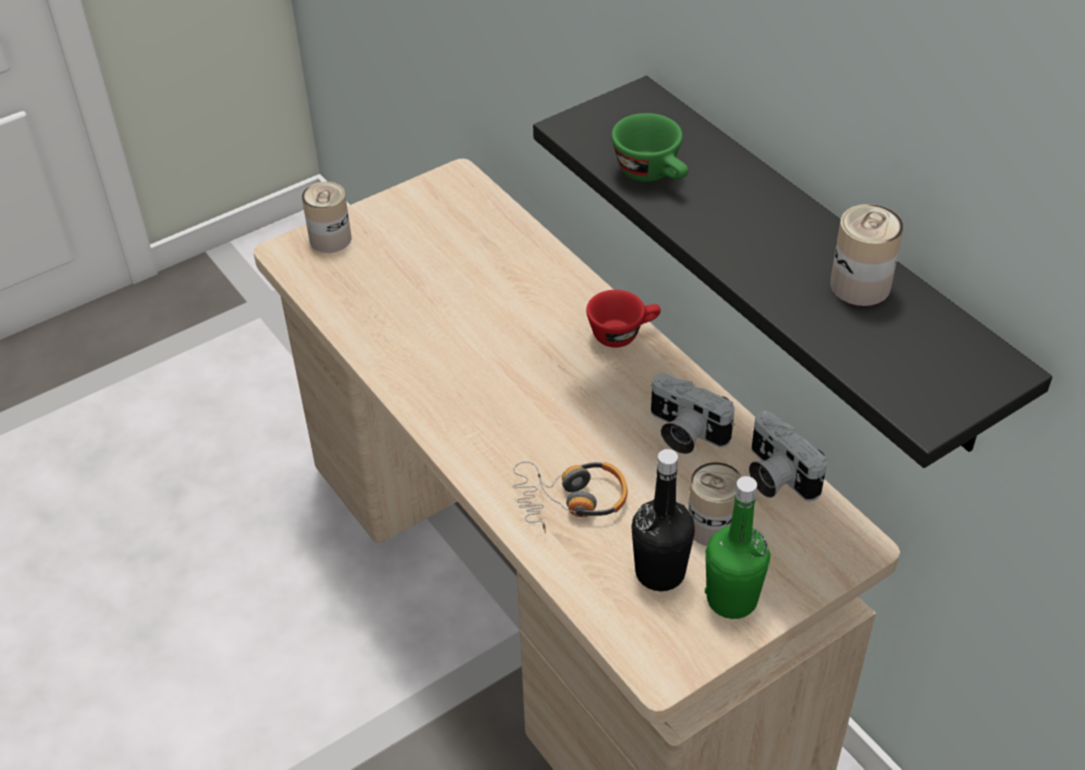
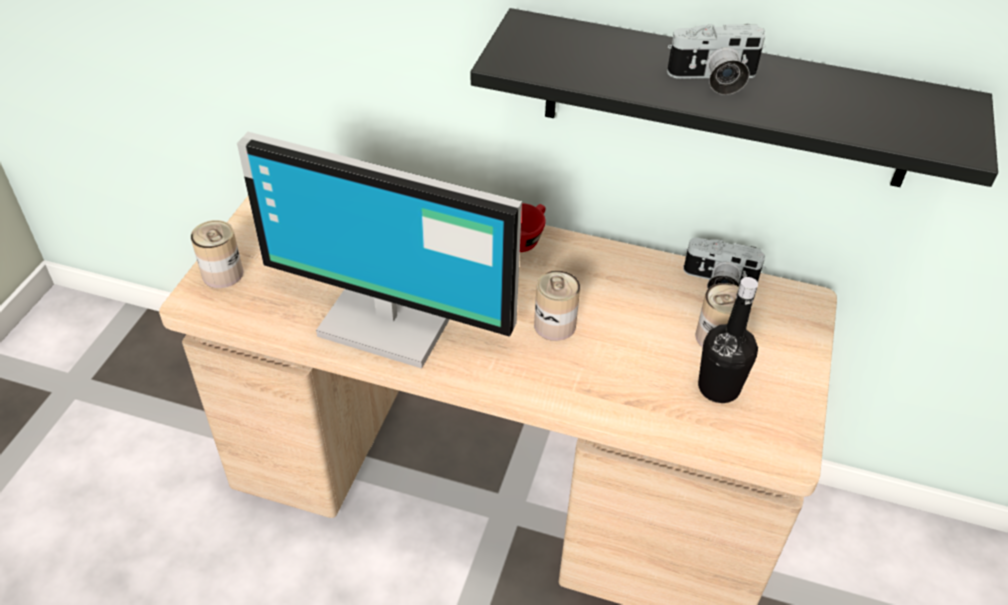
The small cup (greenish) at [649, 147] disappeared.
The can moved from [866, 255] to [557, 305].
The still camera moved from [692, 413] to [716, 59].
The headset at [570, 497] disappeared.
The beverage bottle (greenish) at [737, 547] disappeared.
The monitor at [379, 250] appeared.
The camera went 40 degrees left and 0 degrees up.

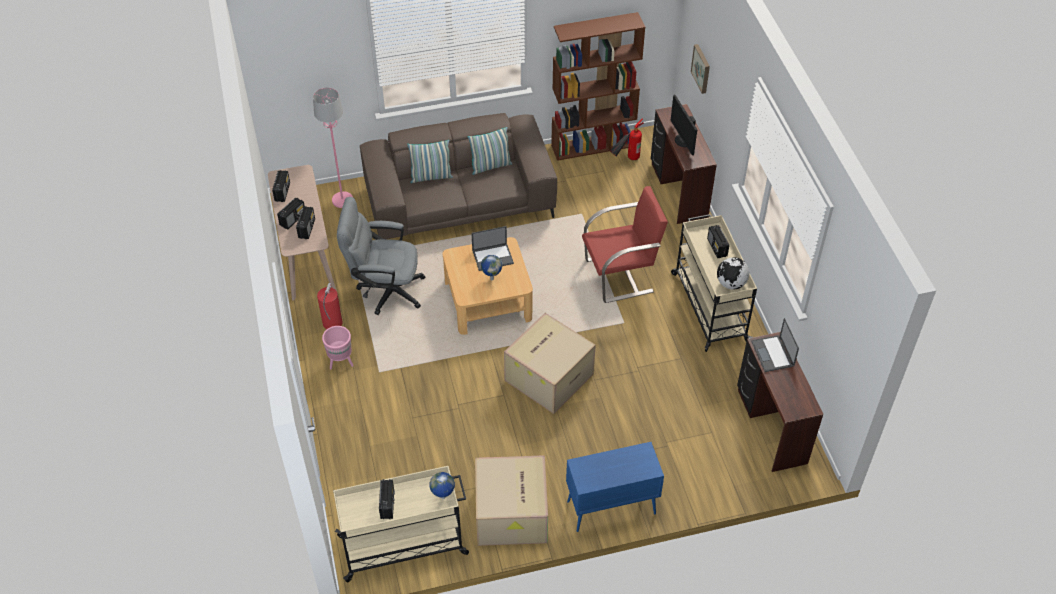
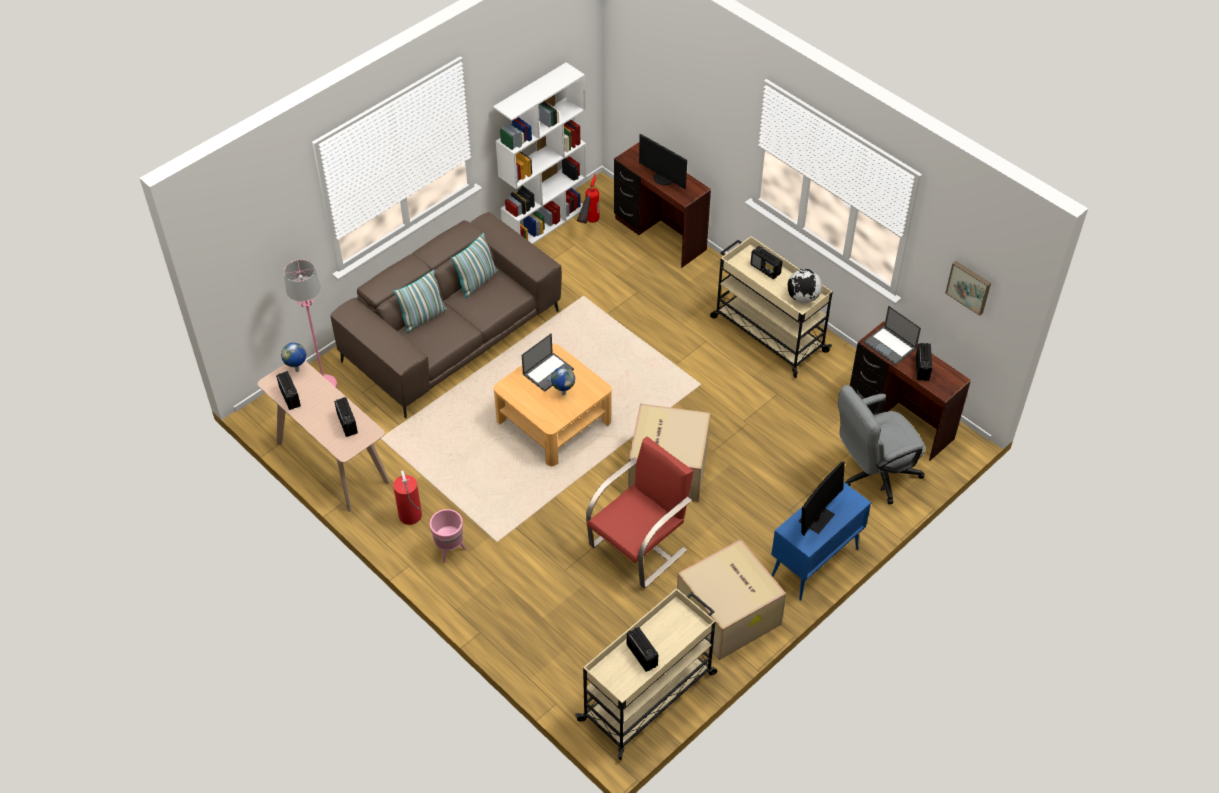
The bookshelf (brown) at [598, 86] became the bookshelf (whitish) at [539, 153].
The wall art moved from [700, 69] to [968, 288].
The easy chair (red-coloured) moved from [625, 244] to [640, 512].
The office chair (grey) moved from [381, 256] to [882, 444].
The radio receiver moved from [291, 213] to [924, 362].
The world globe moved from [442, 485] to [293, 357].
The monitor at [821, 498] appeared.
The camera went 30 degrees left and 0 degrees up.

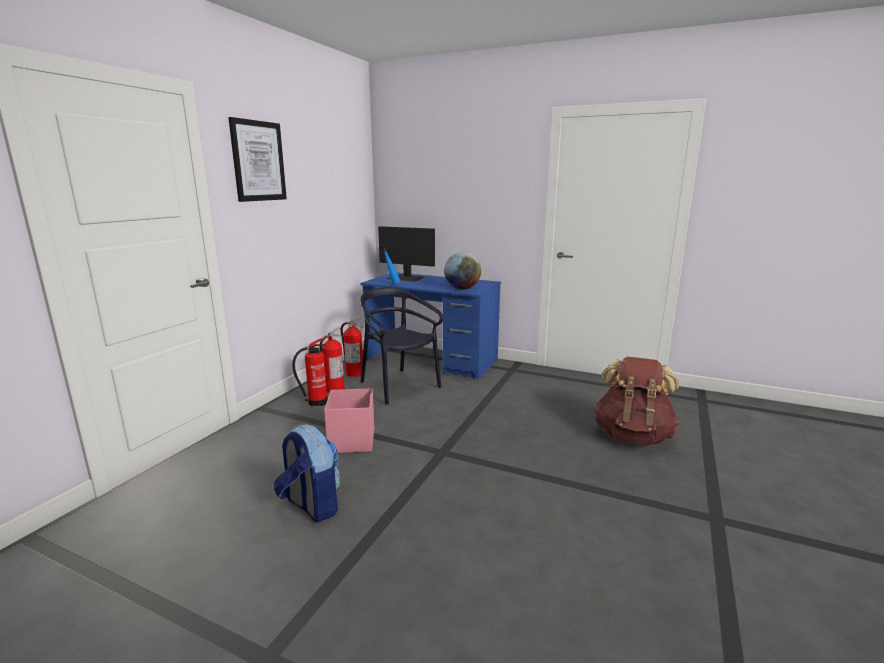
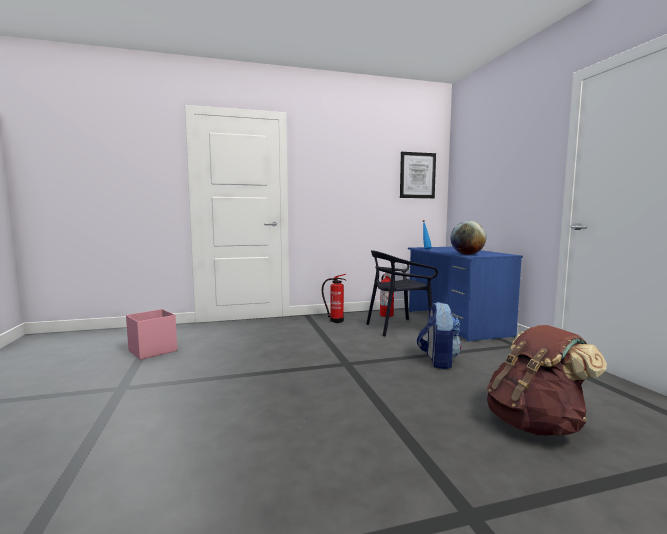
The wall art moved from [257, 159] to [418, 175].
The monitor at [406, 254] disappeared.
The chair (black) at [401, 346] turned 120 degrees counterclockwise.
The fire-fighting cylinder at [332, 360] disappeared.
The storage container (pink) moved from [349, 420] to [151, 334].
The rucksack moved from [307, 473] to [439, 335].
The camera went 50 degrees right and 10 degrees down.

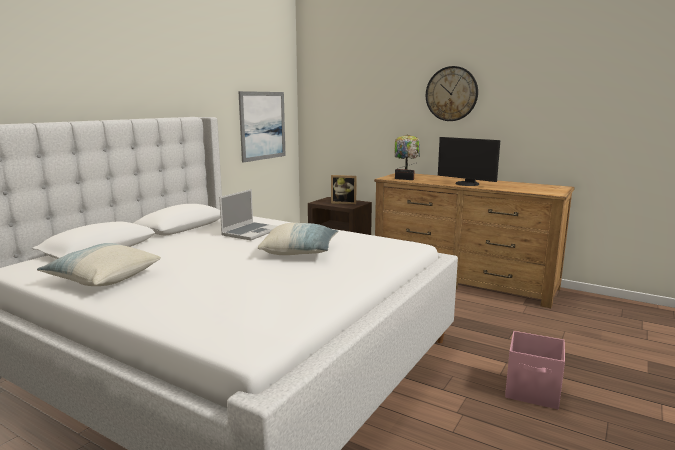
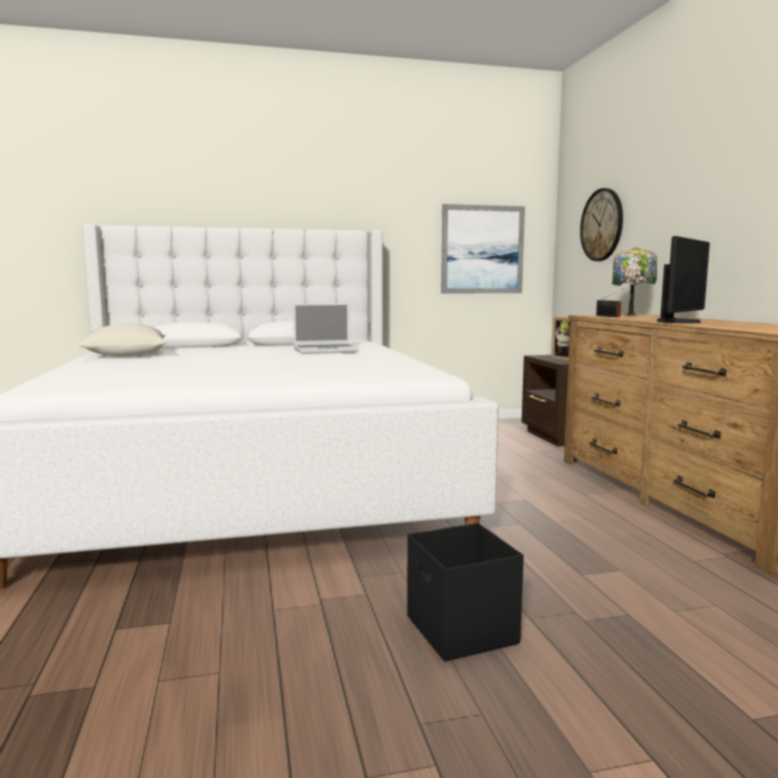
The wall clock moved from [452, 93] to [601, 224].
The monitor at [469, 161] turned 135 degrees counterclockwise.
The cushion at [298, 239] disappeared.
The storage container (pink) at [535, 370] became the storage container (black) at [465, 592].
The camera went 45 degrees right and 5 degrees down.

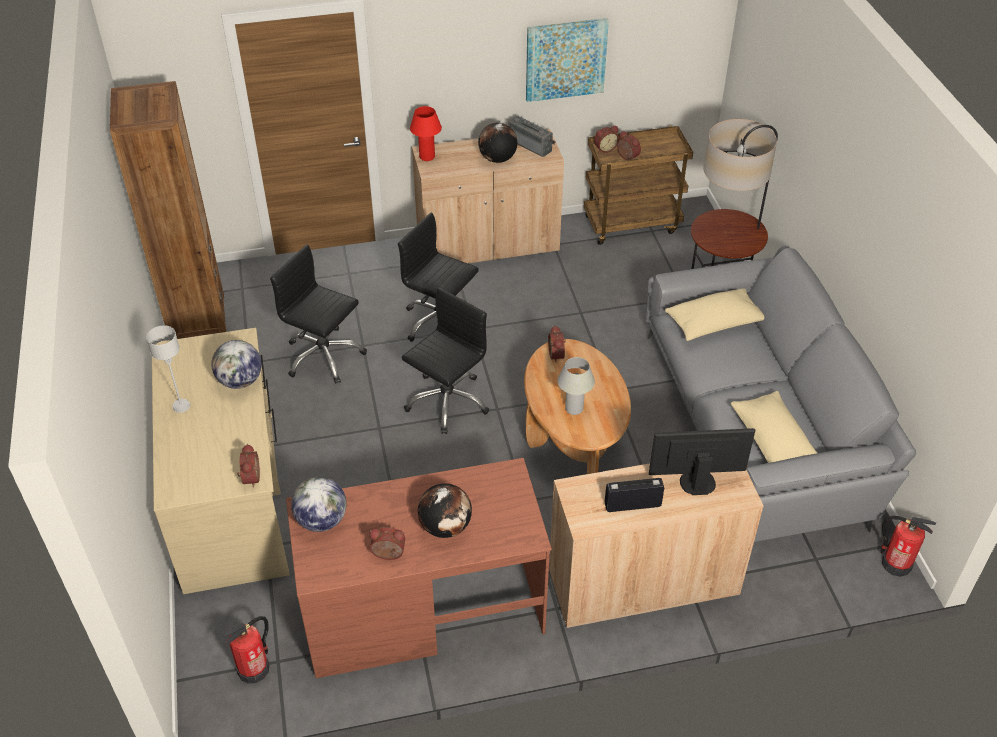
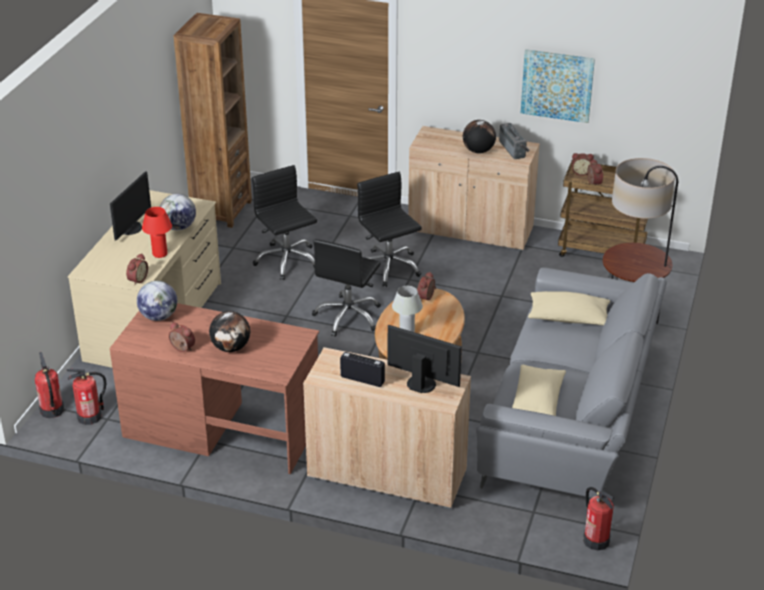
The table lamp (red-coloured) moved from [426, 133] to [157, 232].
The office chair (black) at [445, 360] turned 135 degrees clockwise.
The table lamp (grey) at [168, 369] was replaced by the monitor at [130, 206].
The fire-fighting cylinder at [49, 385] appeared.
The camera went 30 degrees right and 10 degrees down.

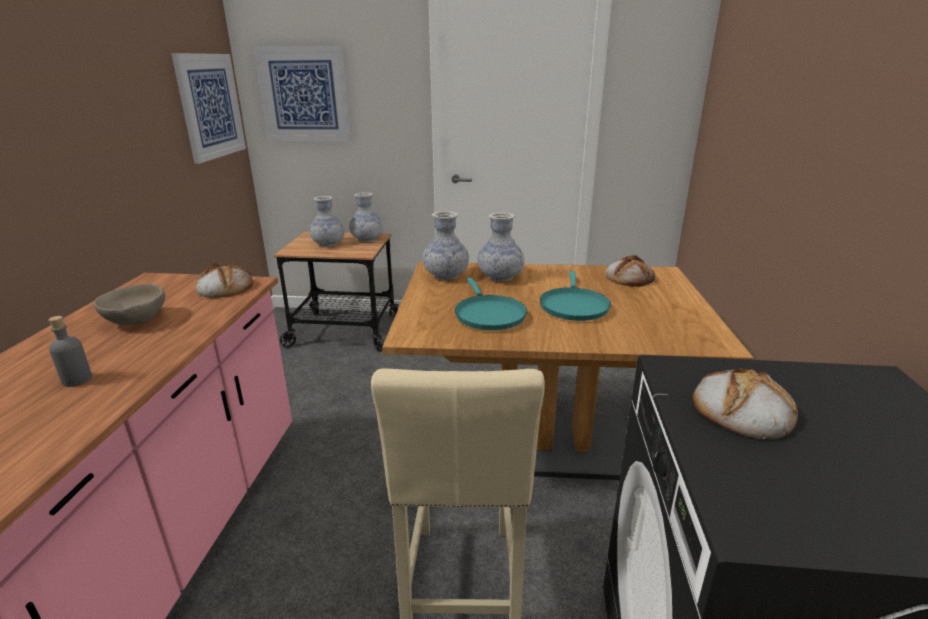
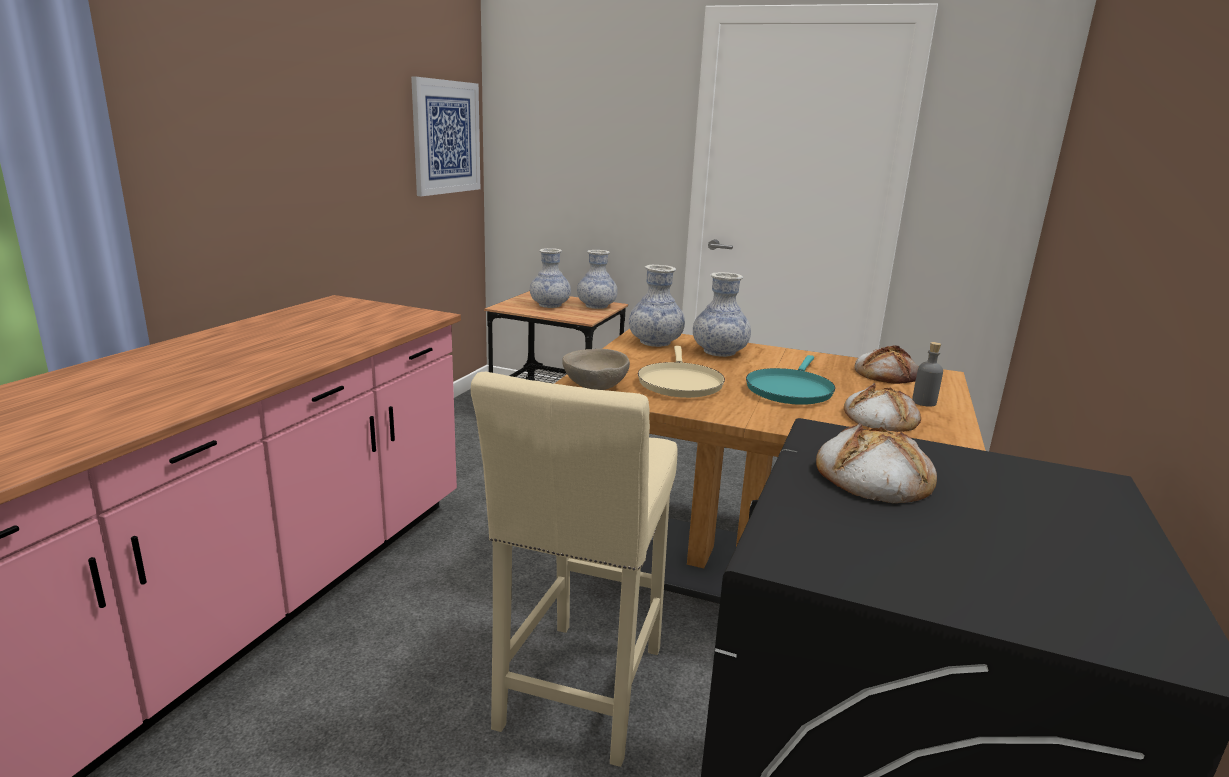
The wall art at [302, 93] disappeared.
The bread moved from [224, 280] to [882, 407].
The frying pan (turquoise) at [491, 304] became the frying pan (sand-coloured) at [681, 372].
The serving bowl (sand-coloured) moved from [129, 304] to [596, 369].
The beverage bottle (grey) moved from [70, 351] to [927, 374].
The camera went 15 degrees right and 5 degrees down.

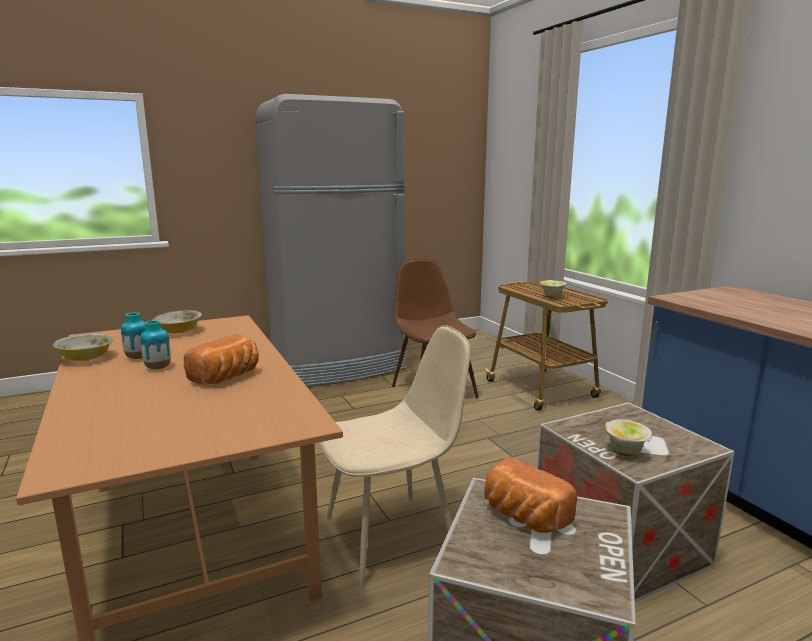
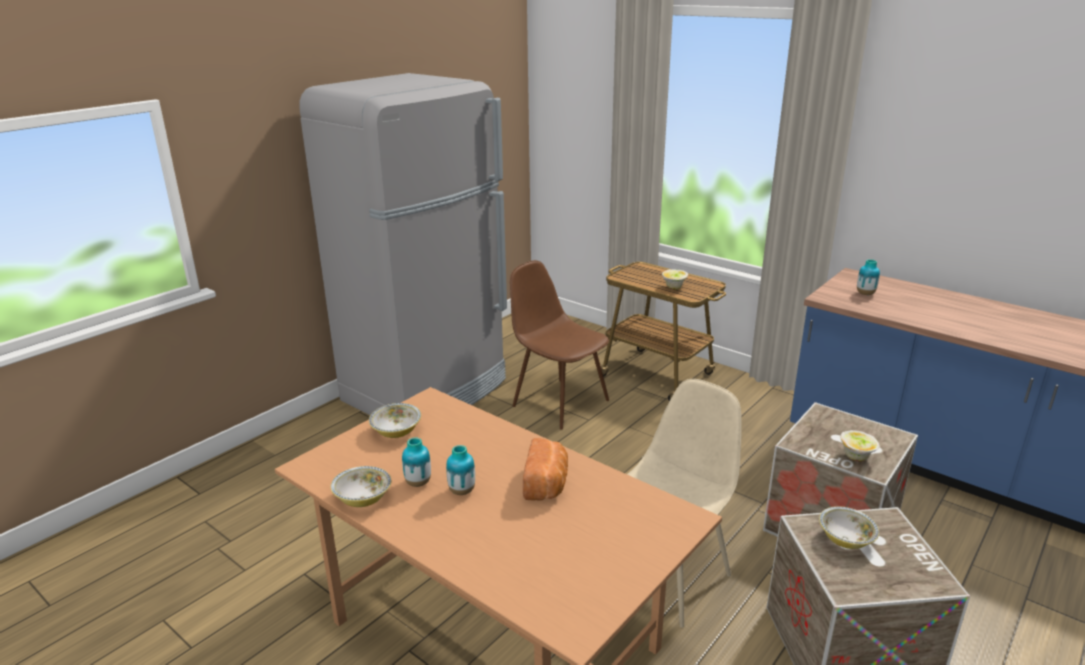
The bread at [530, 495] was replaced by the serving bowl at [849, 527].
The vase at [868, 277] appeared.
The camera went 25 degrees left and 10 degrees up.

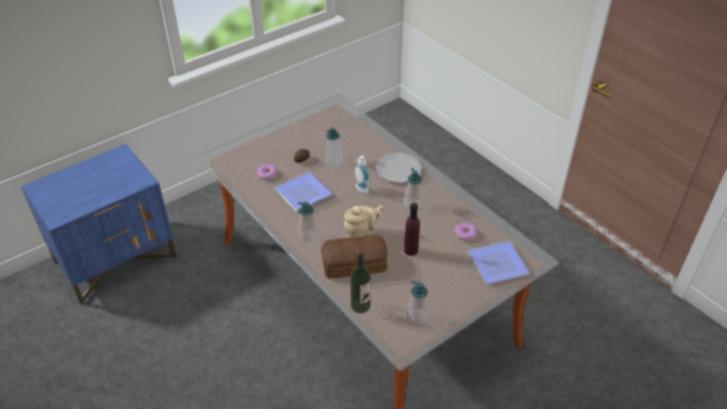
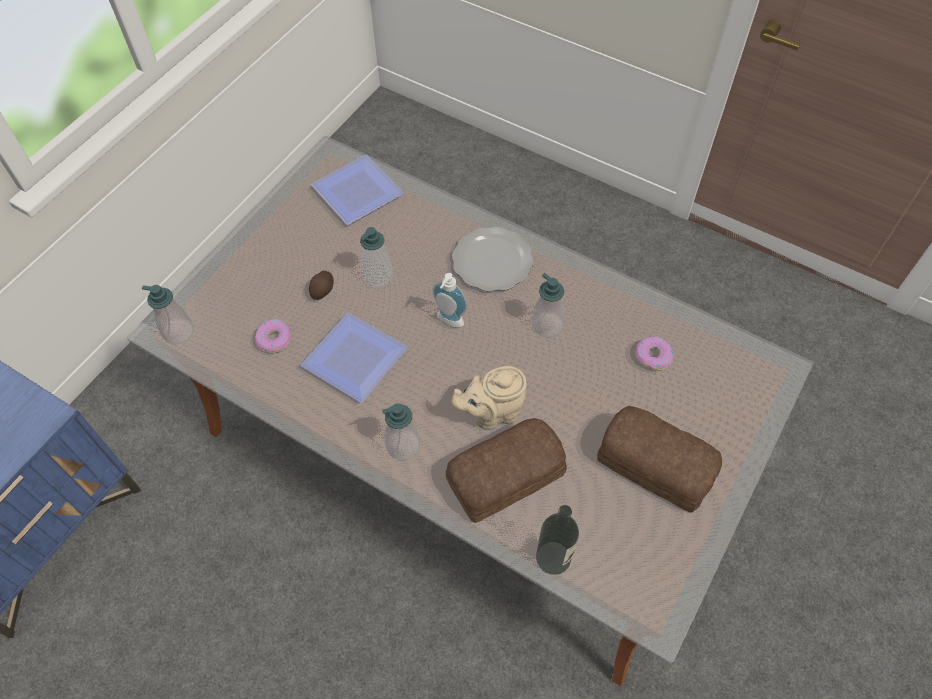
The beverage bottle (purple) at [412, 229] disappeared.
The pot for tea (sand-coloured) at [364, 221] turned 150 degrees counterclockwise.
The dinner plate moved from [498, 262] to [357, 190].
The soap dispenser moved from [418, 303] to [168, 314].
The bread at [659, 459] appeared.
The camera went 20 degrees left and 15 degrees up.

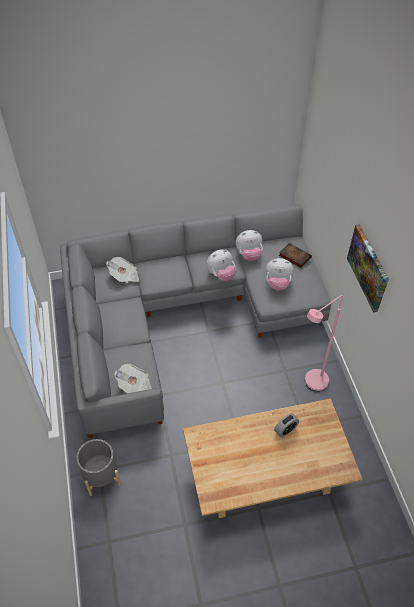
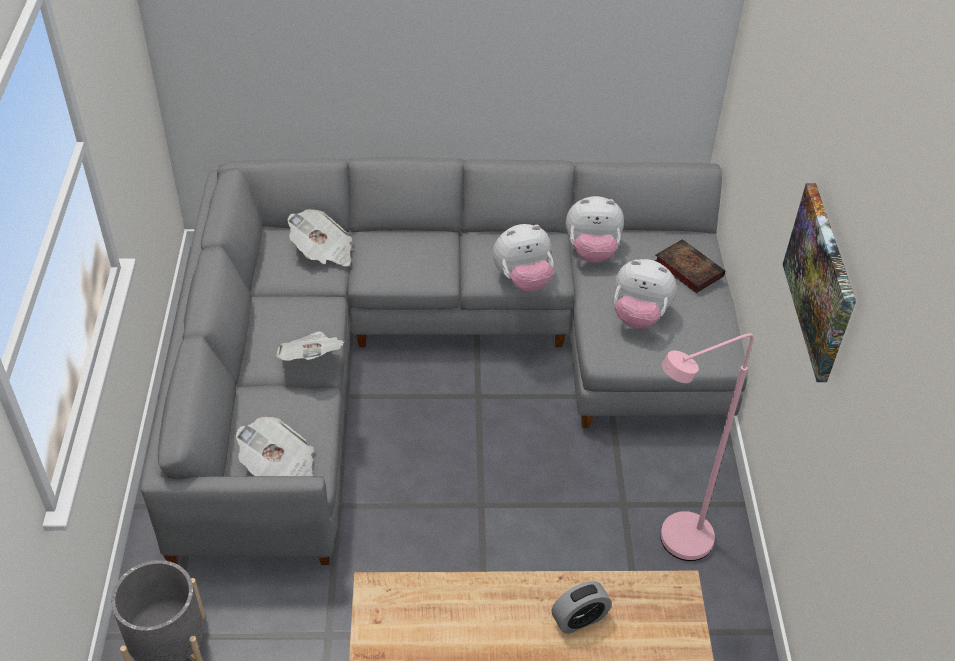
The printed paper at [310, 346] appeared.
The camera went 10 degrees right and 5 degrees down.

